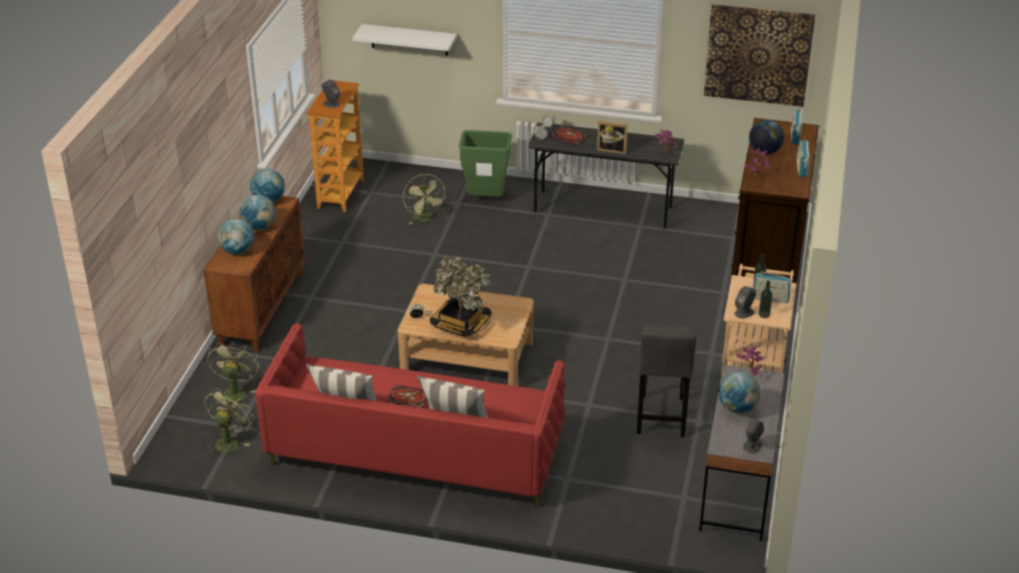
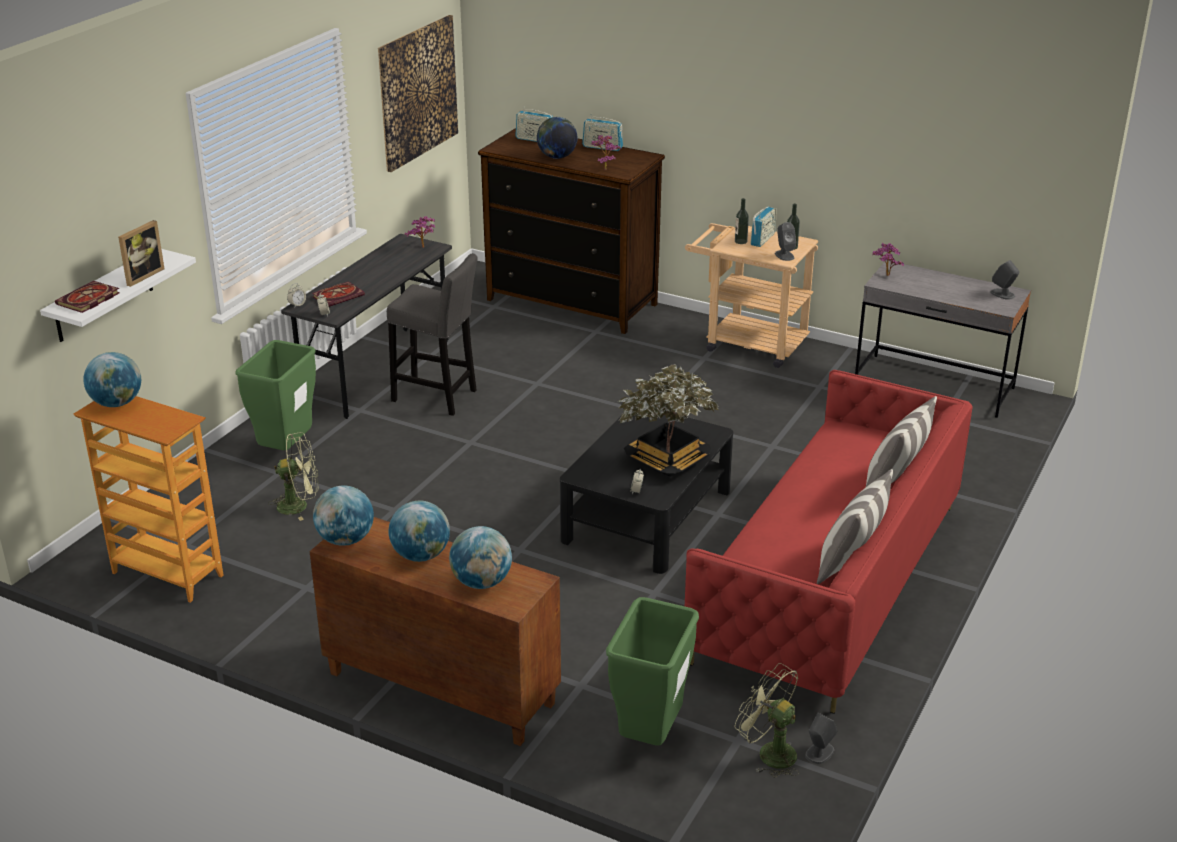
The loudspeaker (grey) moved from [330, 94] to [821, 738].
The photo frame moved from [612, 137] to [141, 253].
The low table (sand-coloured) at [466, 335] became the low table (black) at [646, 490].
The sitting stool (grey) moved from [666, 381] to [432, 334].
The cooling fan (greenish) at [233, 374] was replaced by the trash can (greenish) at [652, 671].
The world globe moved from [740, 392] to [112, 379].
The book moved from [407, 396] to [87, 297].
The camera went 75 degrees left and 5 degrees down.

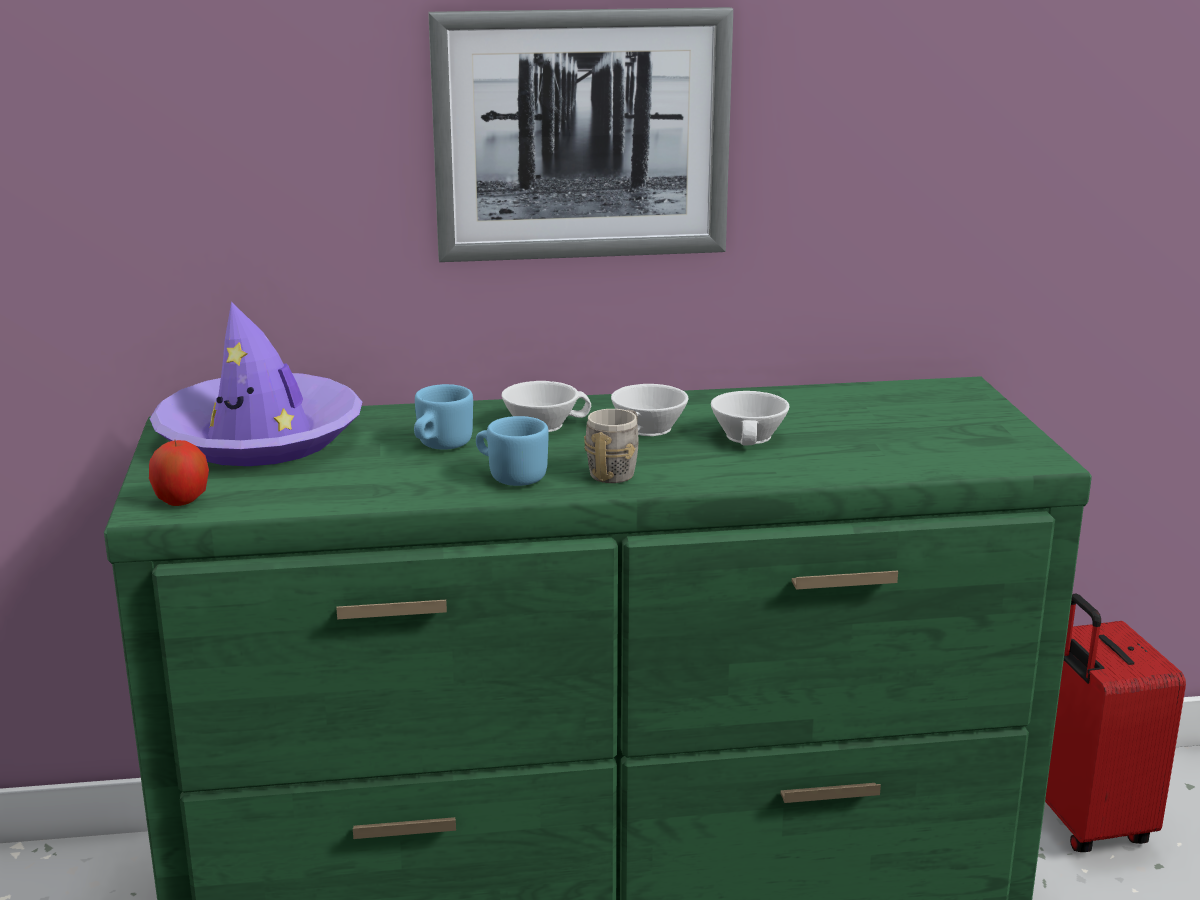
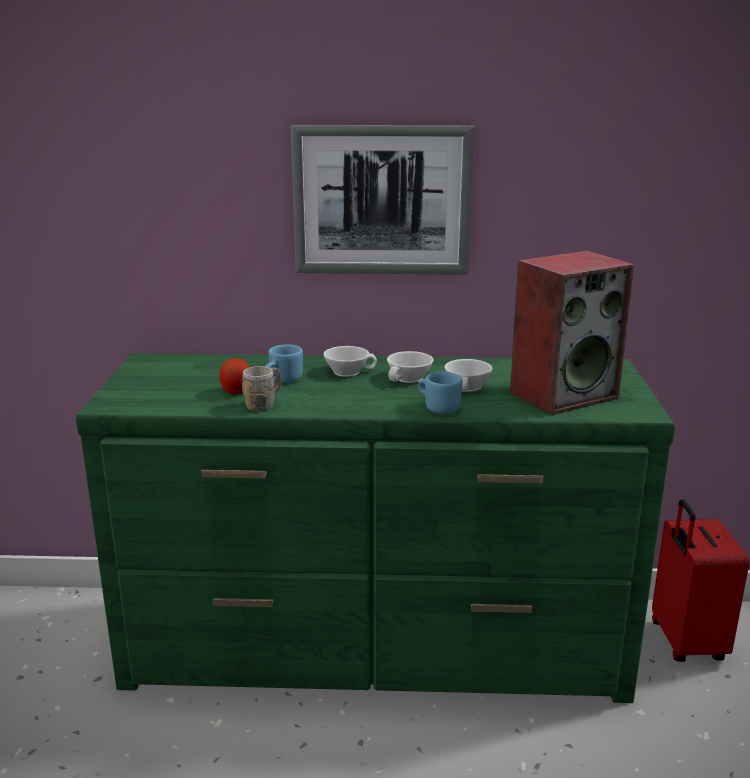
The wearable hat (purple) at [256, 384] disappeared.
The tea mug (grey) moved from [611, 446] to [262, 388].
The tea mug (bluish) moved from [512, 451] to [441, 393].
The apple moved from [179, 473] to [234, 376].
The loudspeaker at [572, 333] appeared.
The camera went 10 degrees right and 0 degrees up.

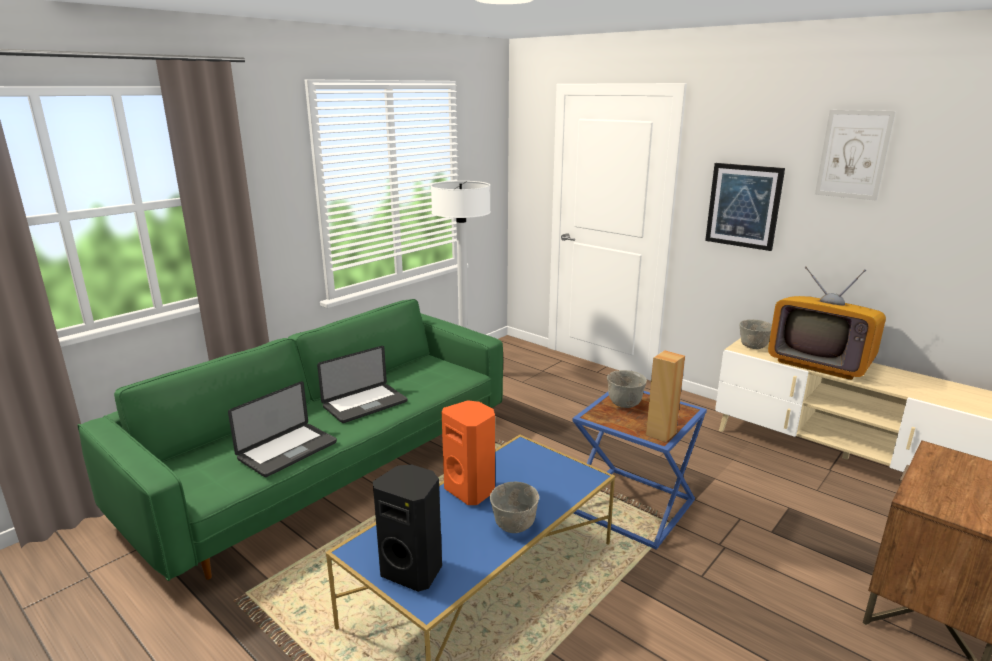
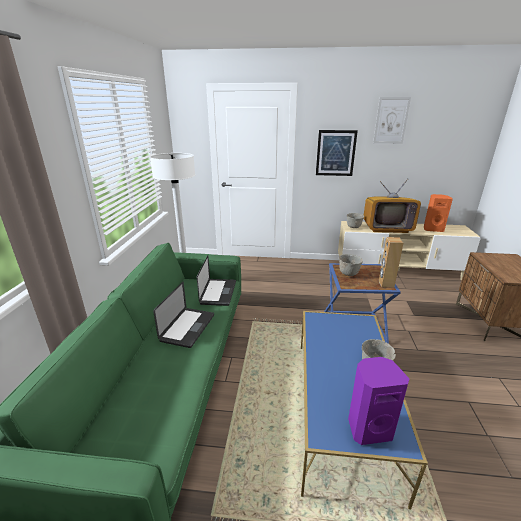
The laptop moved from [282, 429] to [216, 280].
The loudspeaker (orangey) moved from [468, 452] to [438, 213].
The loudspeaker (black) at [407, 528] became the loudspeaker (purple) at [378, 401].
The camera went 35 degrees left and 5 degrees up.

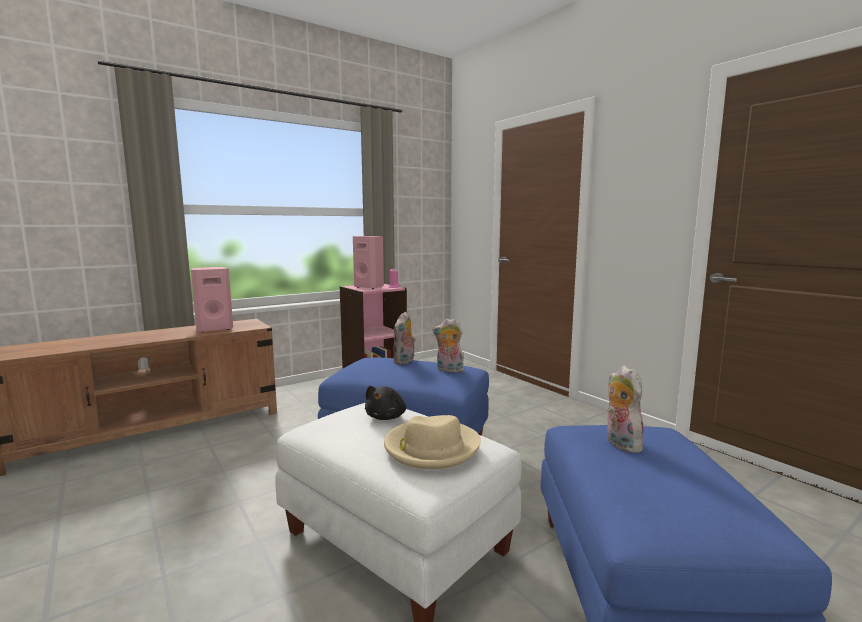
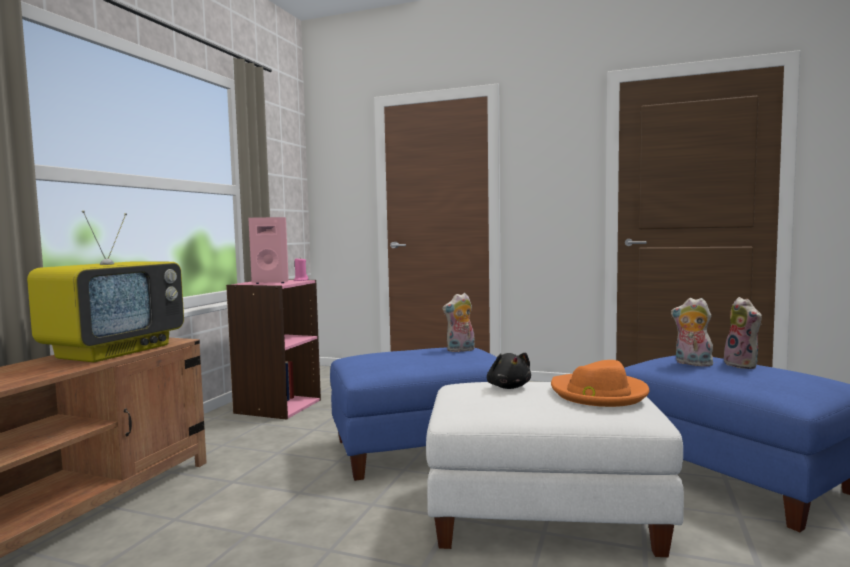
The loudspeaker (pink) at [212, 299] was replaced by the TV set at [105, 286].
The plush toy moved from [404, 338] to [743, 333].
The wearable hat (sand-coloured) at [432, 442] became the wearable hat (orangey) at [600, 383].
The camera went 35 degrees left and 5 degrees down.

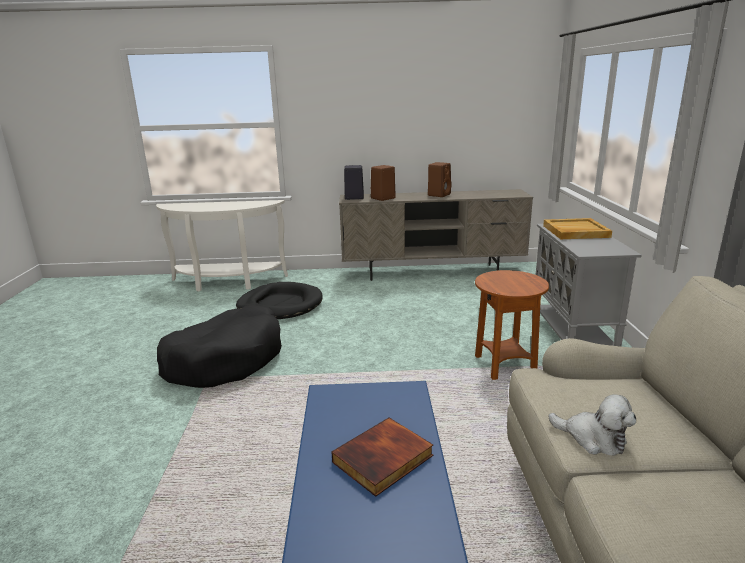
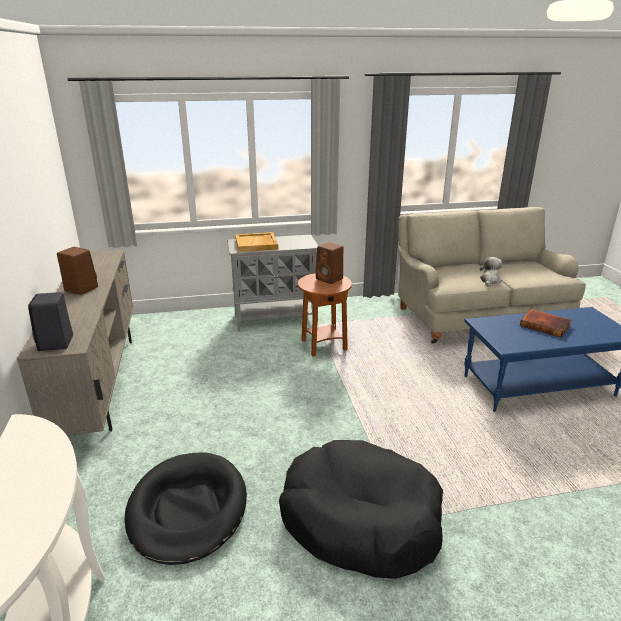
The loudspeaker (brown) moved from [383, 183] to [329, 263].
The camera went 100 degrees left and 5 degrees up.

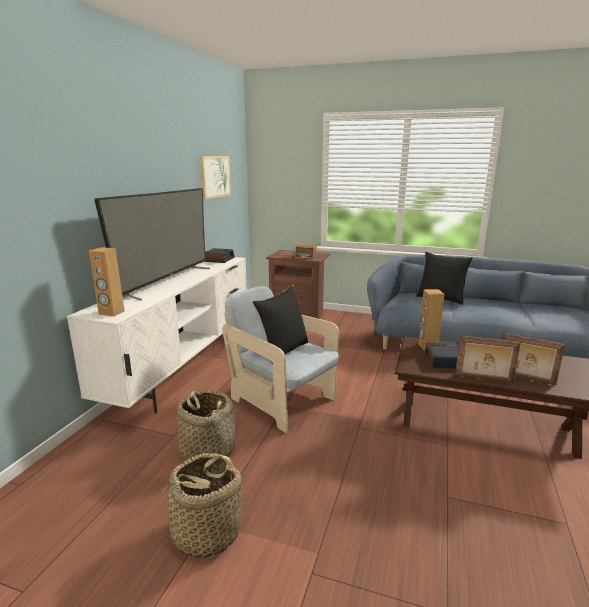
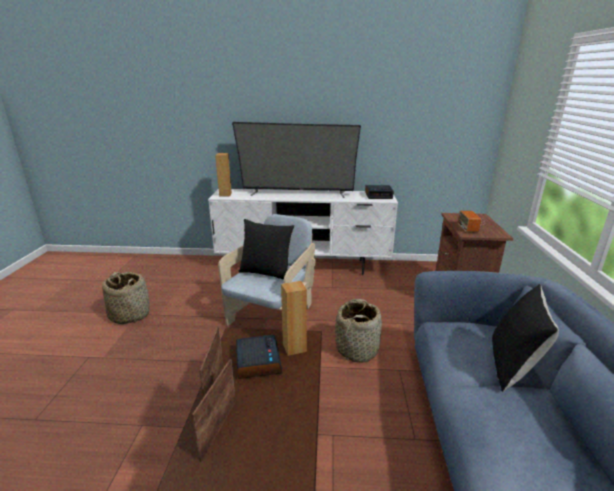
The wall art at [215, 178] disappeared.
The basket moved from [206, 425] to [358, 331].
The camera went 75 degrees right and 5 degrees up.

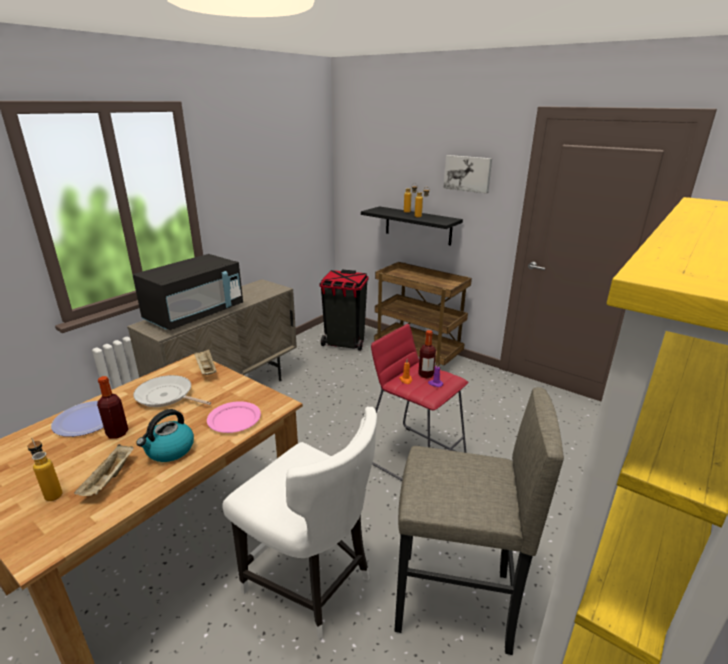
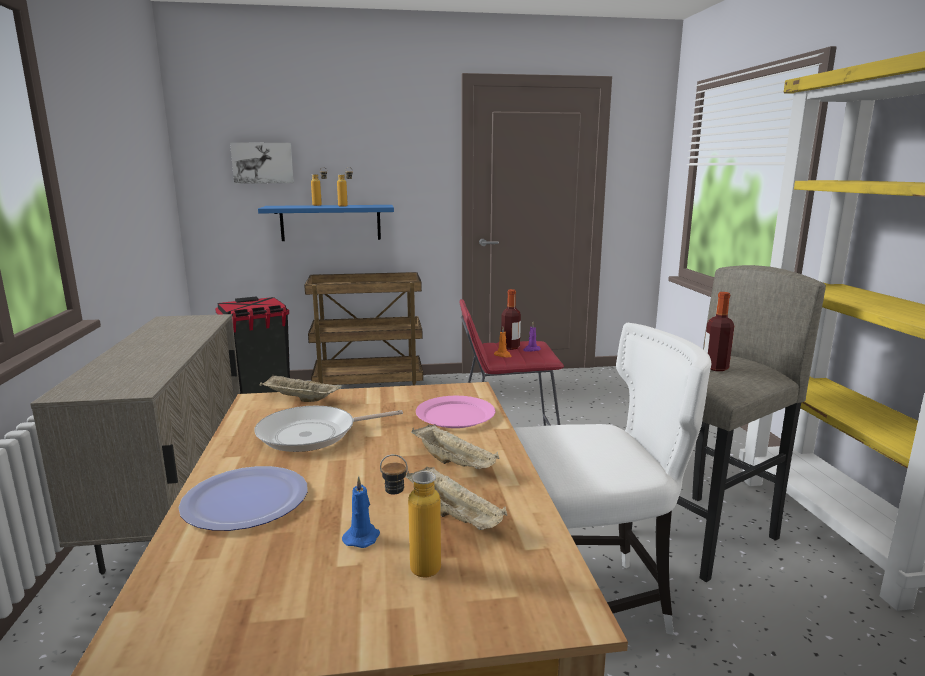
The wall art moved from [467, 174] to [262, 162].
The wall shelf (black) at [412, 226] became the wall shelf (bluish) at [326, 223].
The kitchen microwave (black) at [188, 292] disappeared.
The beverage bottle moved from [113, 407] to [719, 331].
The tea kettle at [165, 435] was replaced by the tray (sand-coloured) at [455, 446].
The wax candle (bluish) at [361, 512] appeared.
The camera went 45 degrees left and 10 degrees down.

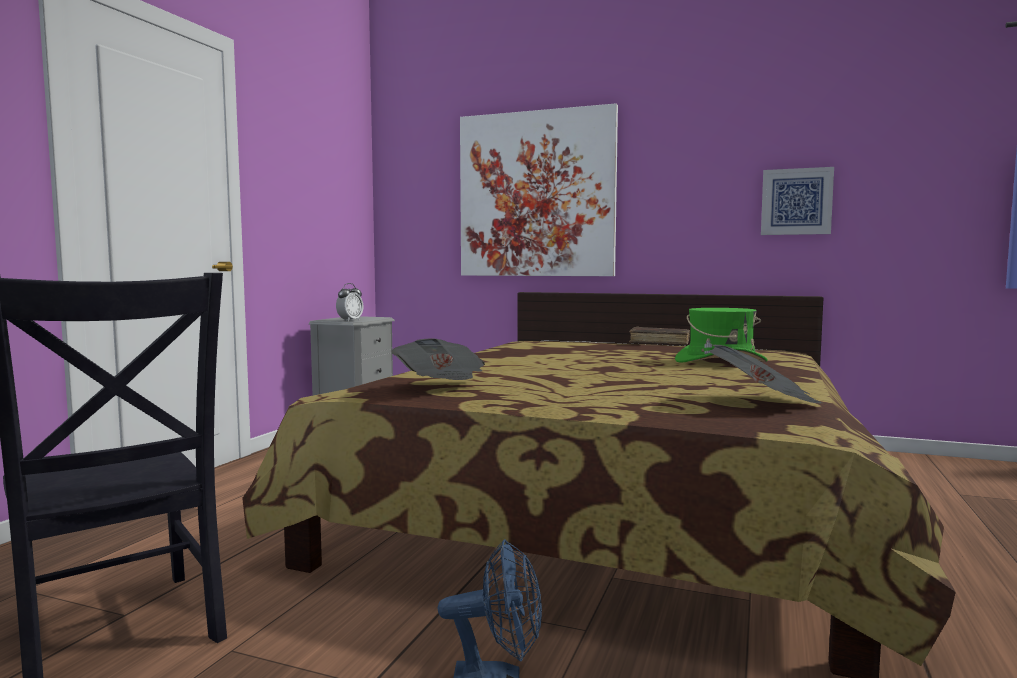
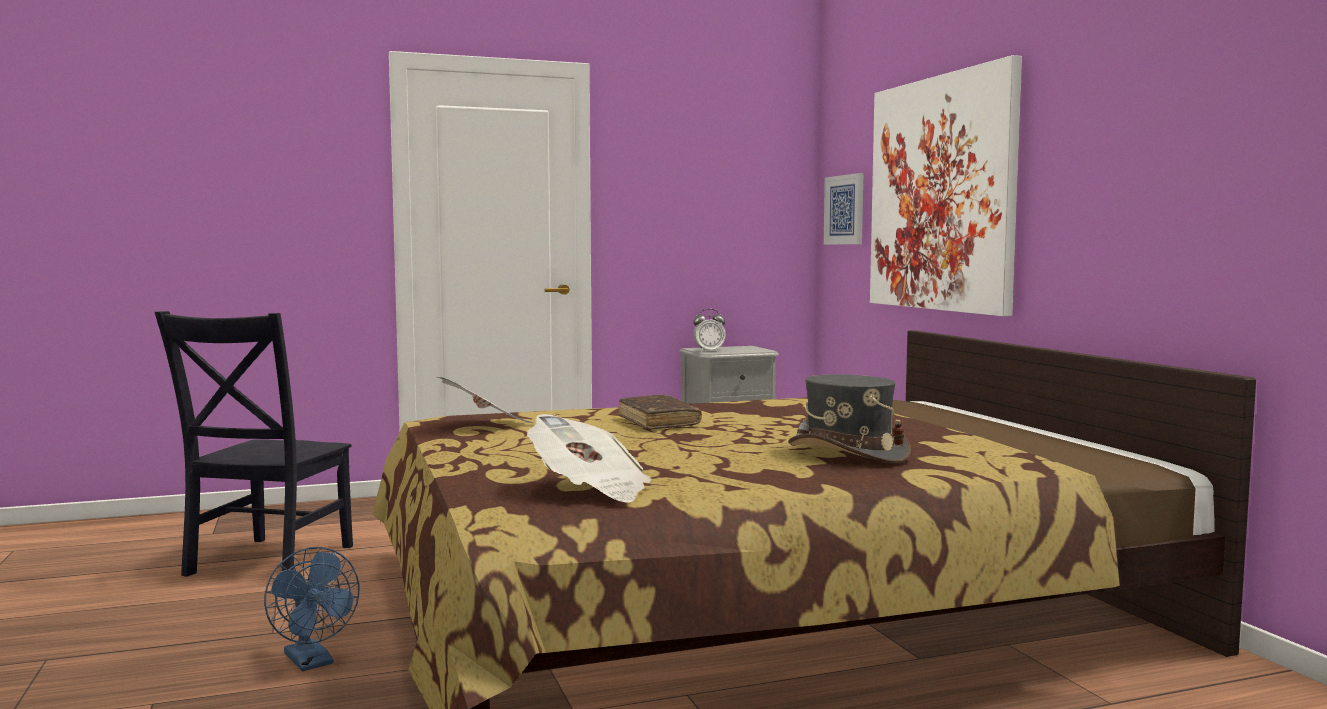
The wall art moved from [797, 201] to [843, 208].
The wearable hat (greenish) at [721, 335] became the wearable hat (grey) at [849, 418].
The book (brown) moved from [659, 335] to [660, 412].
The camera went 50 degrees right and 0 degrees up.

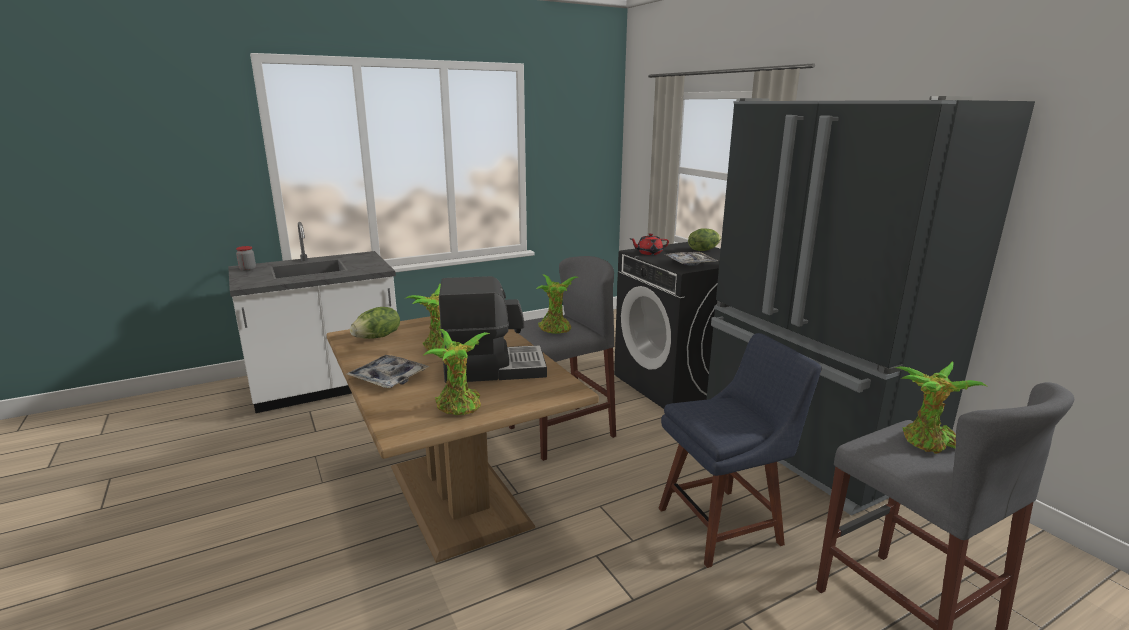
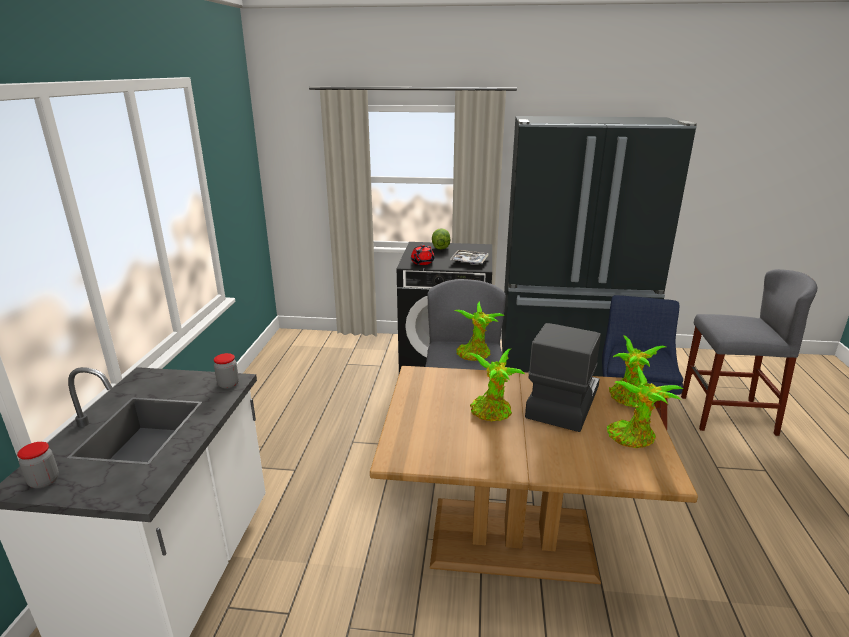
The lettuce at [375, 323] disappeared.
The tray at [388, 371] disappeared.
The houseplant moved from [941, 407] to [637, 371].
The jar at [226, 371] appeared.
The camera went 55 degrees left and 5 degrees up.

